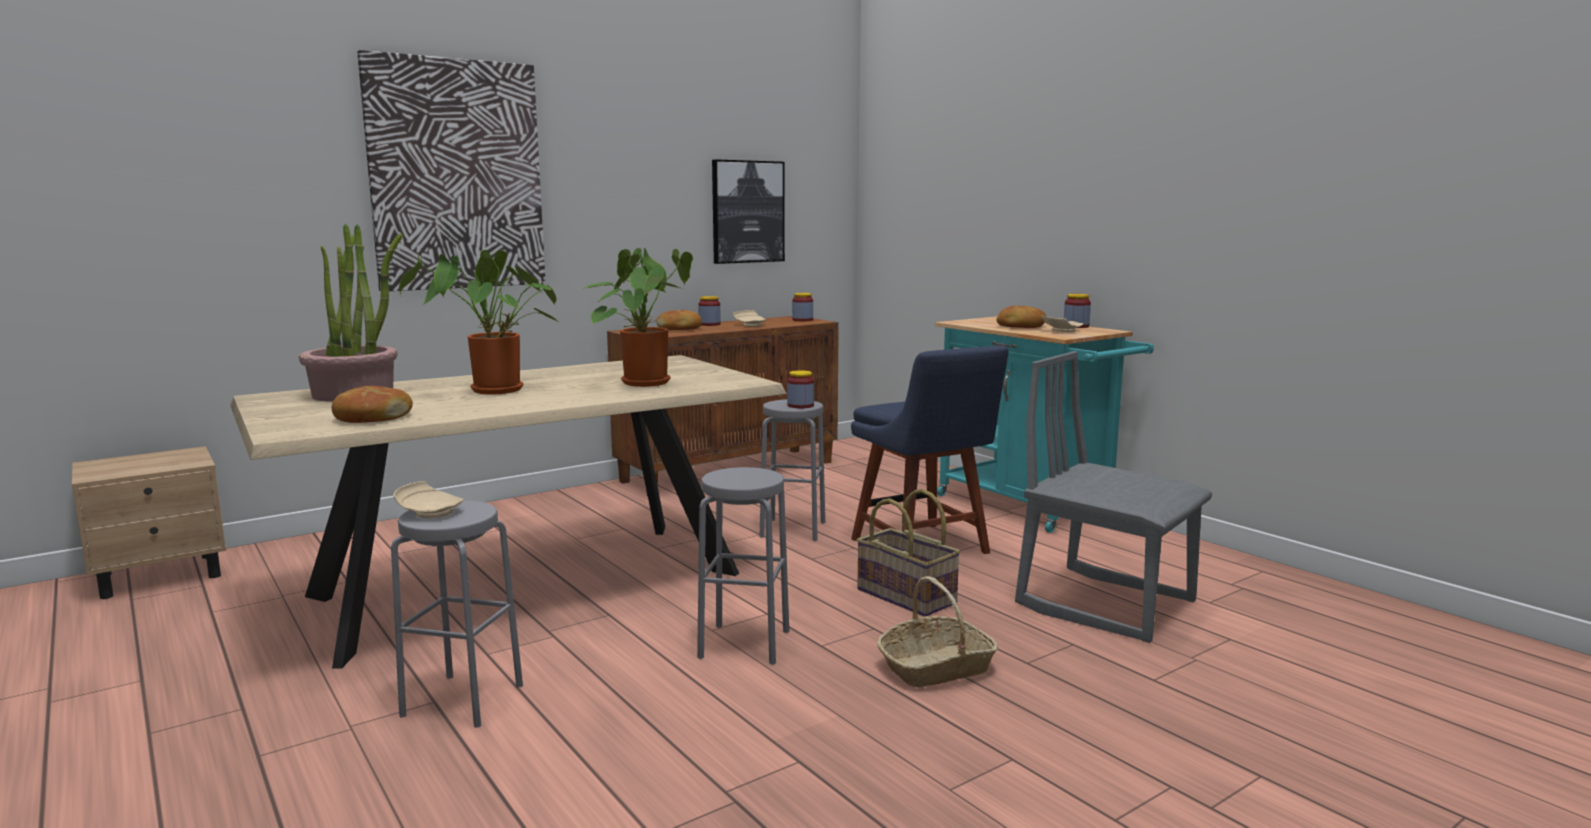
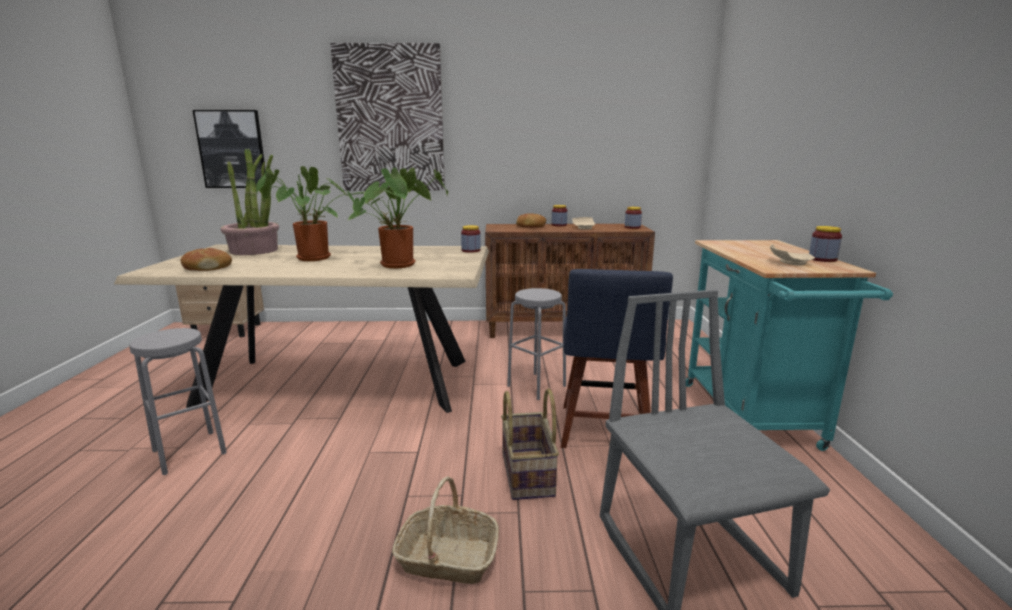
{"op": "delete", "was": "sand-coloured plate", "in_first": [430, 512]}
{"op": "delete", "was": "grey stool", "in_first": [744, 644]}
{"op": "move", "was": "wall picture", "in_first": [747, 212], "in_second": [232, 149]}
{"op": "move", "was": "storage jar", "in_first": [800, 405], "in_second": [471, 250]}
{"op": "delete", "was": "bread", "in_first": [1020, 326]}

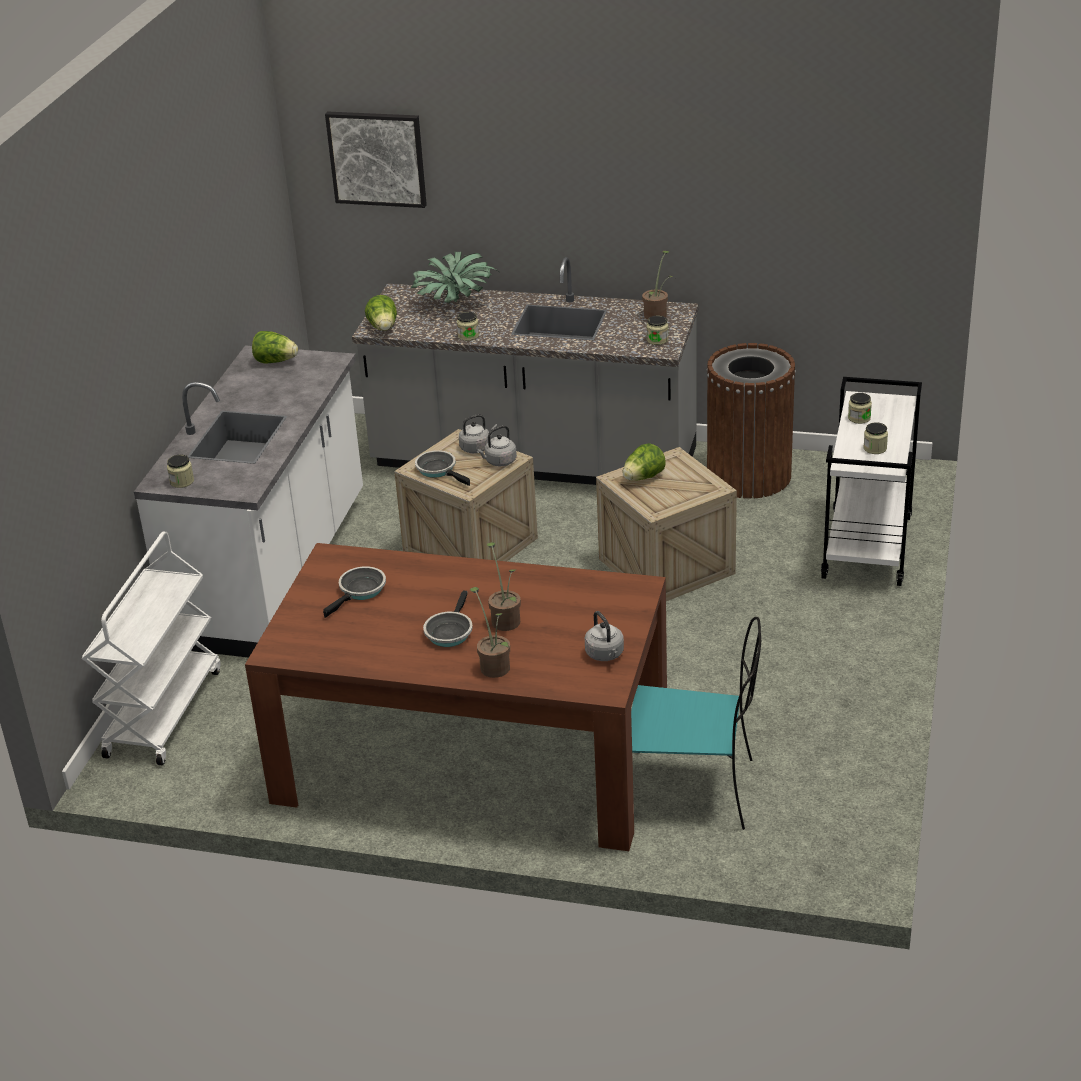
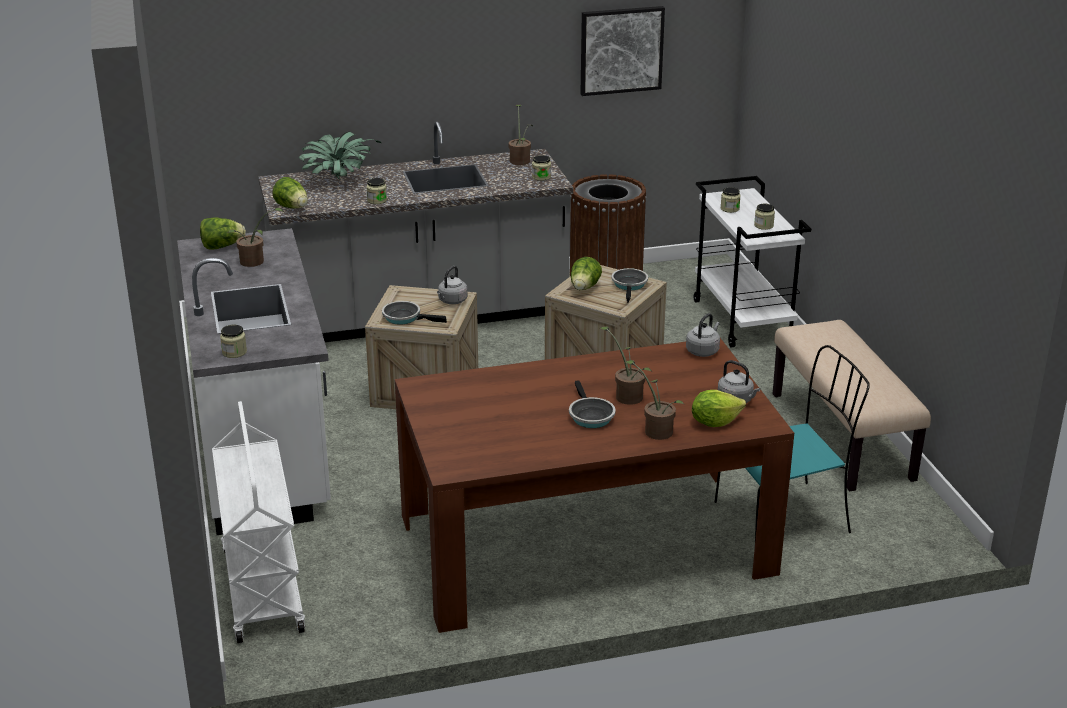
{"op": "move", "was": "frying pan", "in_first": [360, 591], "in_second": [629, 285]}
{"op": "move", "was": "wall picture", "in_first": [377, 158], "in_second": [621, 50]}
{"op": "move", "was": "grey tea kettle", "in_first": [477, 448], "in_second": [703, 351]}
{"op": "insert", "now": "potted plant", "in_second": [255, 262]}
{"op": "insert", "now": "head of lettuce", "in_second": [714, 422]}
{"op": "insert", "now": "sand-coloured bench", "in_second": [842, 436]}

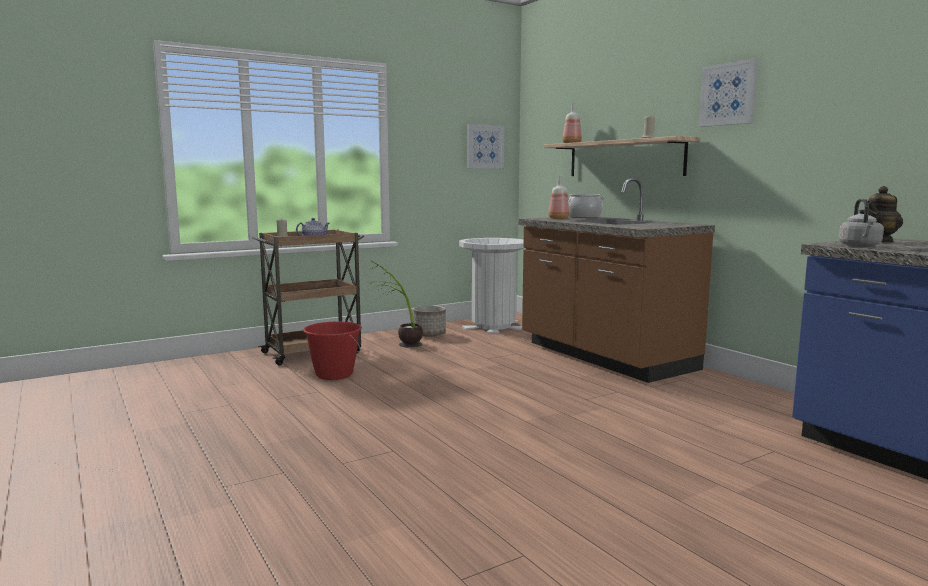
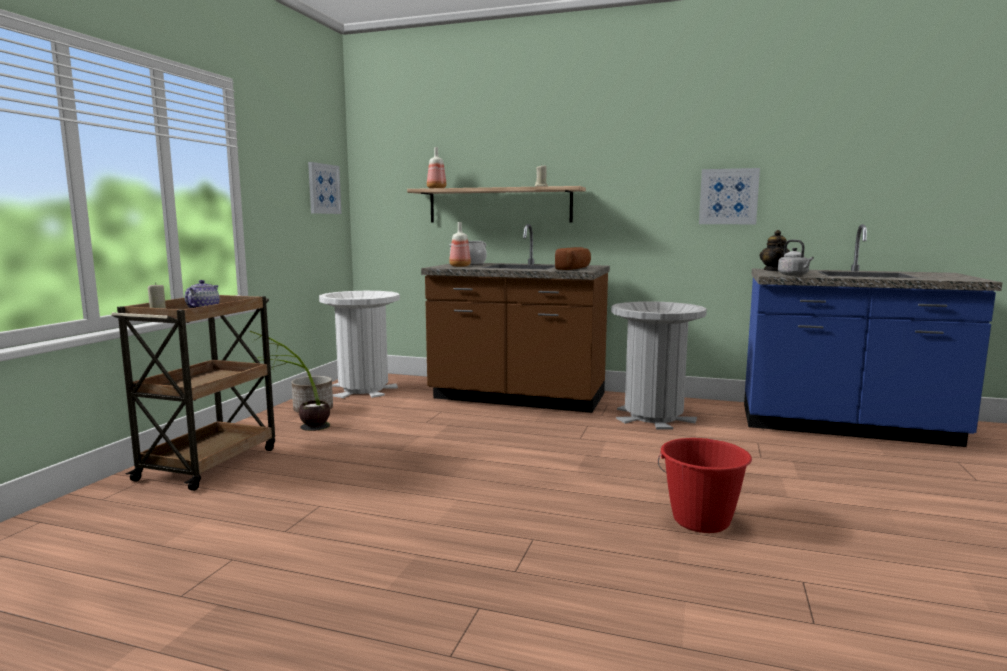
{"op": "move", "was": "reddish water bucket", "in_first": [334, 374], "in_second": [701, 521]}
{"op": "move", "was": "wall picture", "in_first": [728, 94], "in_second": [728, 196]}
{"op": "insert", "now": "bread", "in_second": [575, 269]}
{"op": "insert", "now": "grey rubbish bin", "in_second": [653, 416]}

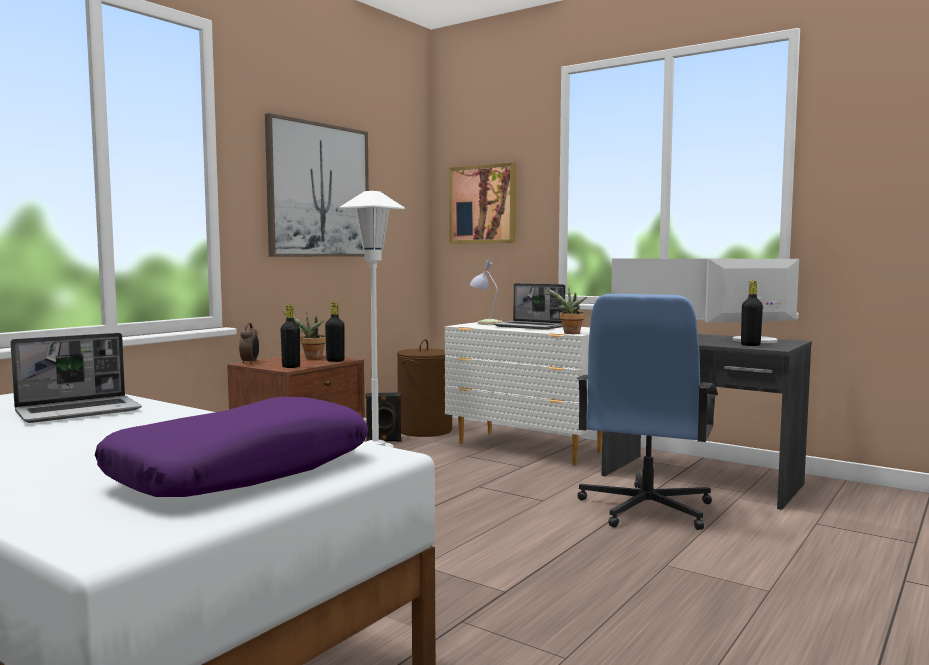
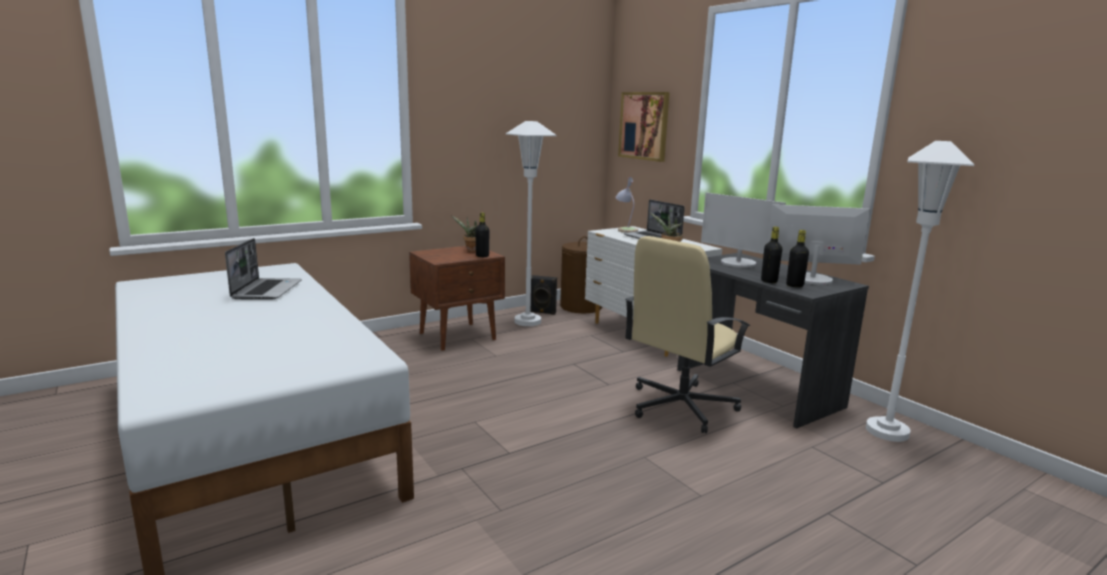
{"op": "rotate", "was": "laptop", "in_first": [80, 411], "in_second": [266, 290], "clockwise": -75}
{"op": "delete", "was": "purplish pillow", "in_first": [242, 470]}
{"op": "delete", "was": "bedside clock", "in_first": [250, 363]}
{"op": "delete", "was": "wall picture", "in_first": [318, 190]}
{"op": "move", "was": "black-coloured beverage bottle", "in_first": [291, 367], "in_second": [769, 281]}
{"op": "recolor", "was": "blue-coloured desk chair", "now": "sand-coloured desk chair", "in_first": [645, 509], "in_second": [680, 406]}
{"op": "insert", "now": "whitish standing lamp", "in_second": [886, 431]}

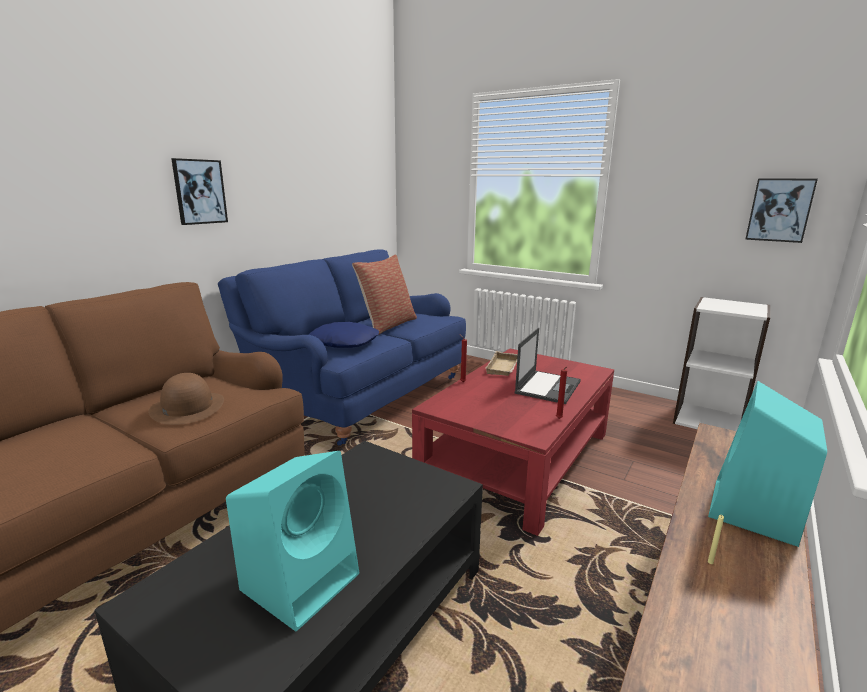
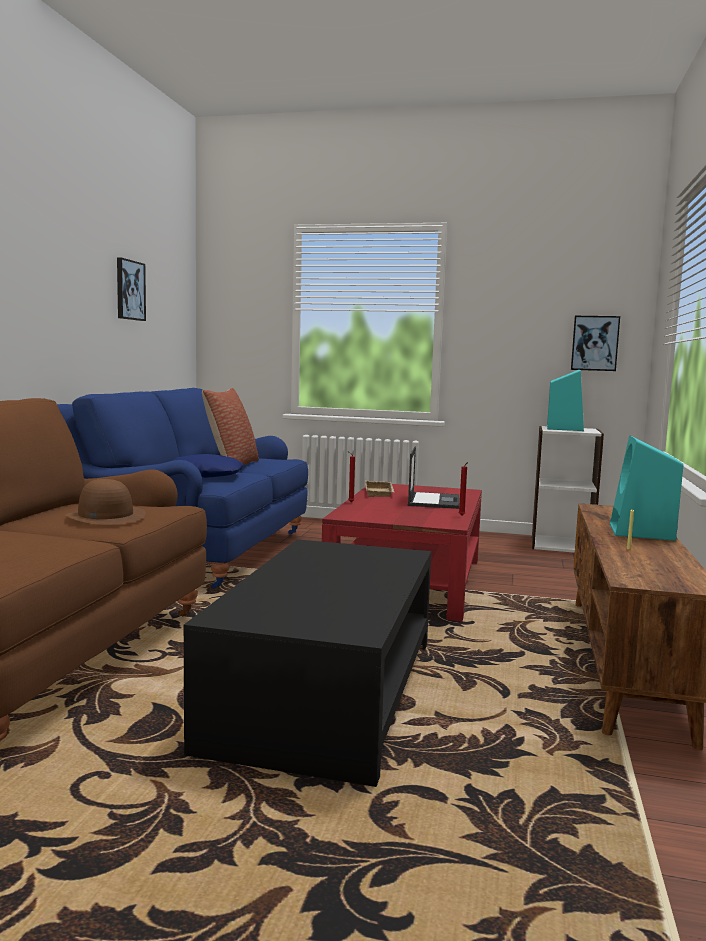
{"op": "move", "was": "wall picture", "in_first": [199, 192], "in_second": [129, 290]}
{"op": "move", "was": "blue-green loudspeaker", "in_first": [302, 579], "in_second": [564, 428]}

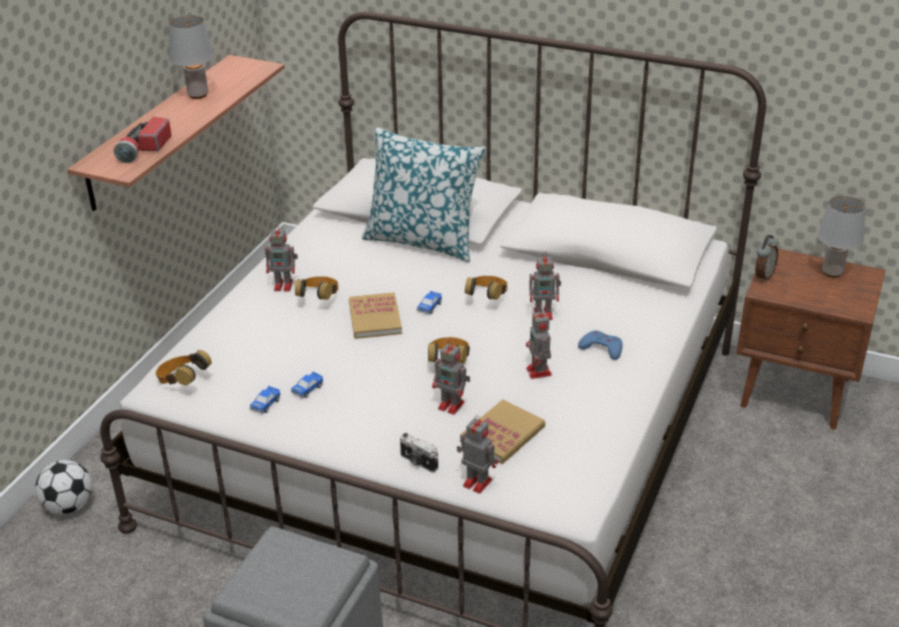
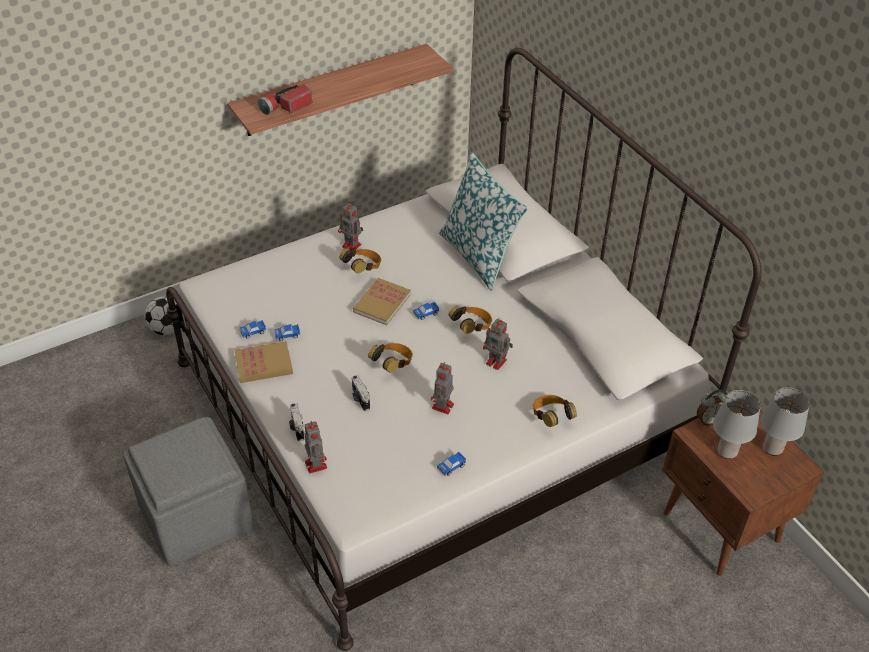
{"op": "move", "was": "pair of headphones", "in_first": [183, 381], "in_second": [551, 418]}
{"op": "move", "was": "grey lamp for a table", "in_first": [198, 95], "in_second": [726, 452]}
{"op": "replace", "was": "robot figure", "now": "photo camera", "in_first": [452, 406], "in_second": [360, 399]}
{"op": "move", "was": "book", "in_first": [502, 434], "in_second": [264, 364]}
{"op": "delete", "was": "blue-coloured joypad", "in_first": [601, 348]}
{"op": "insert", "now": "model car", "in_second": [451, 466]}

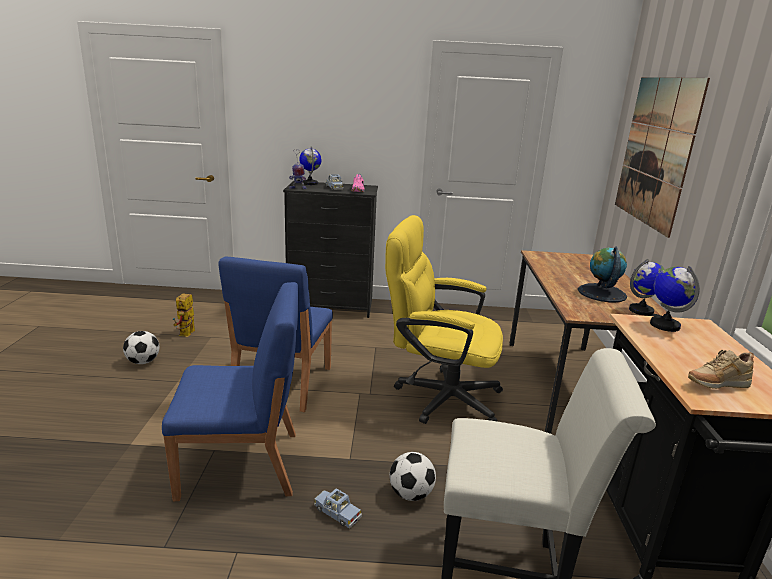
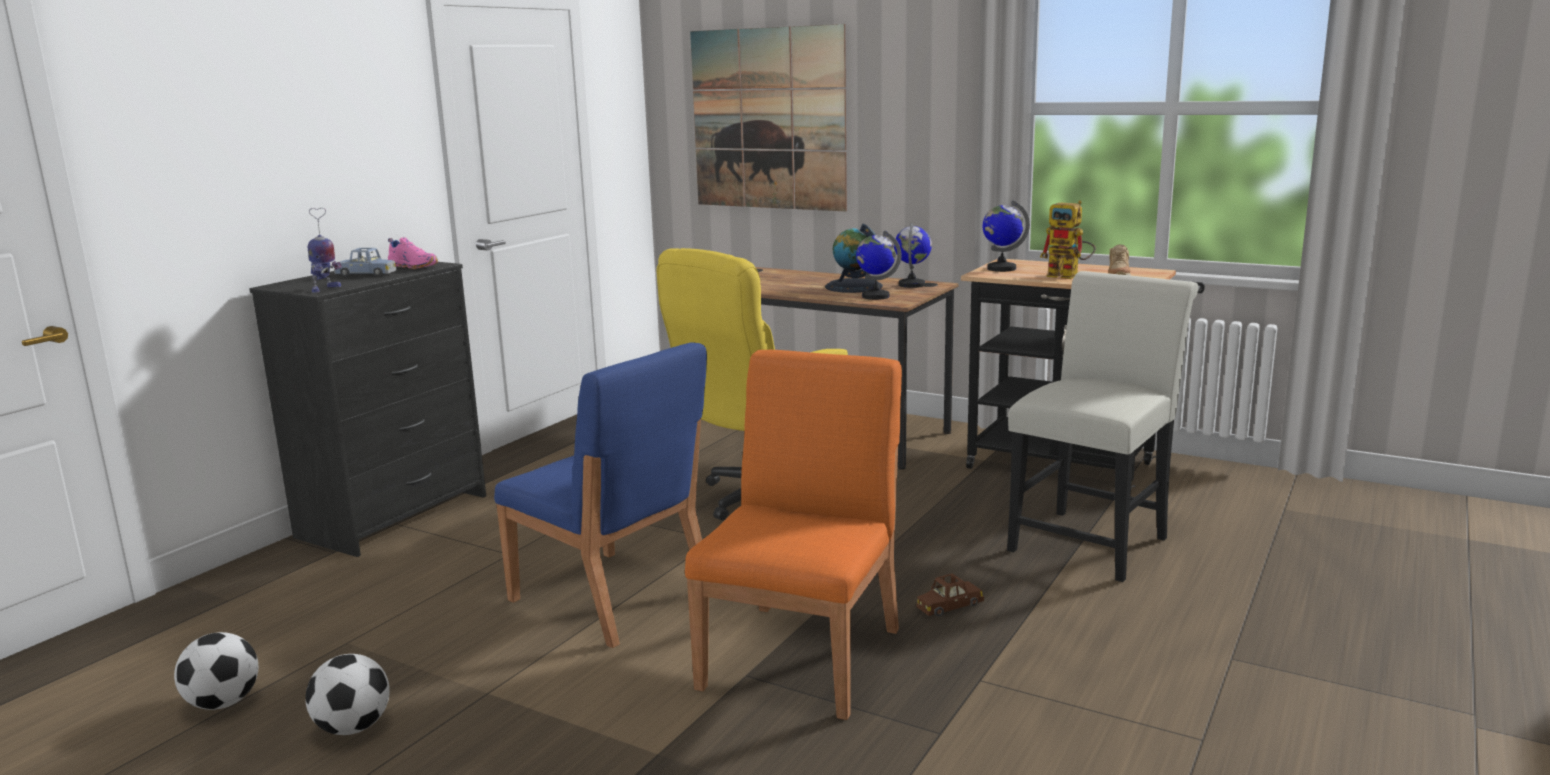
{"op": "recolor", "was": "blue-coloured chair", "now": "orange chair", "in_first": [242, 465], "in_second": [803, 656]}
{"op": "move", "was": "robot figure", "in_first": [186, 335], "in_second": [1069, 276]}
{"op": "move", "was": "desk globe", "in_first": [310, 183], "in_second": [875, 296]}
{"op": "recolor", "was": "blue-coloured model car", "now": "brown-coloured model car", "in_first": [337, 513], "in_second": [949, 606]}
{"op": "move", "was": "ball for football", "in_first": [411, 494], "in_second": [223, 703]}

